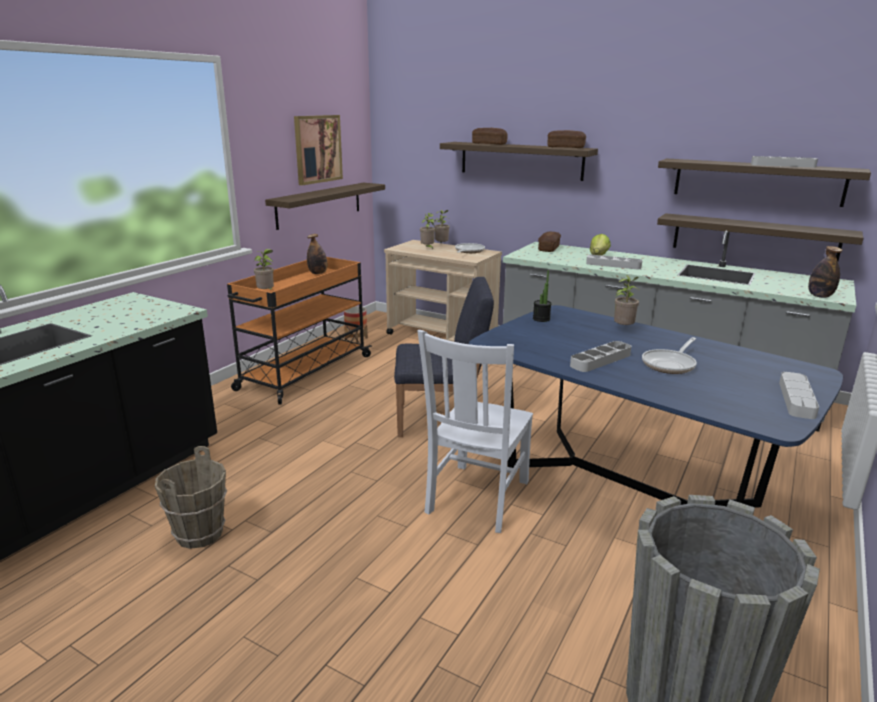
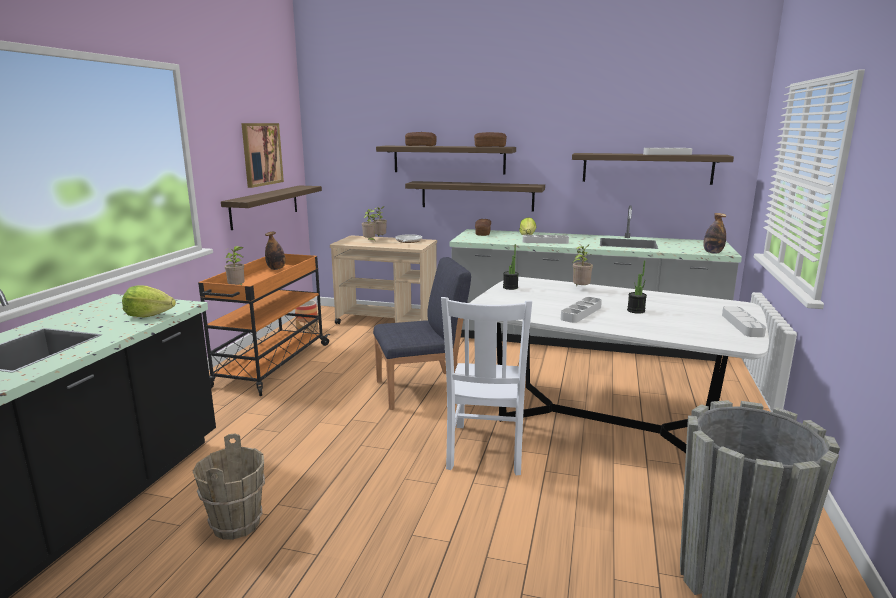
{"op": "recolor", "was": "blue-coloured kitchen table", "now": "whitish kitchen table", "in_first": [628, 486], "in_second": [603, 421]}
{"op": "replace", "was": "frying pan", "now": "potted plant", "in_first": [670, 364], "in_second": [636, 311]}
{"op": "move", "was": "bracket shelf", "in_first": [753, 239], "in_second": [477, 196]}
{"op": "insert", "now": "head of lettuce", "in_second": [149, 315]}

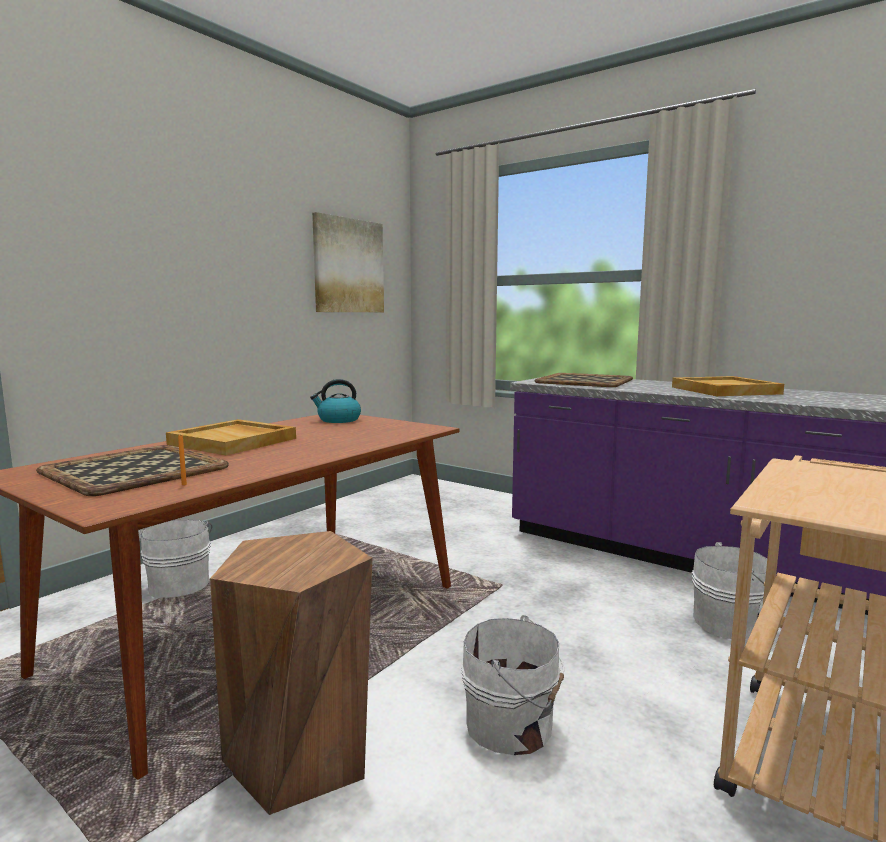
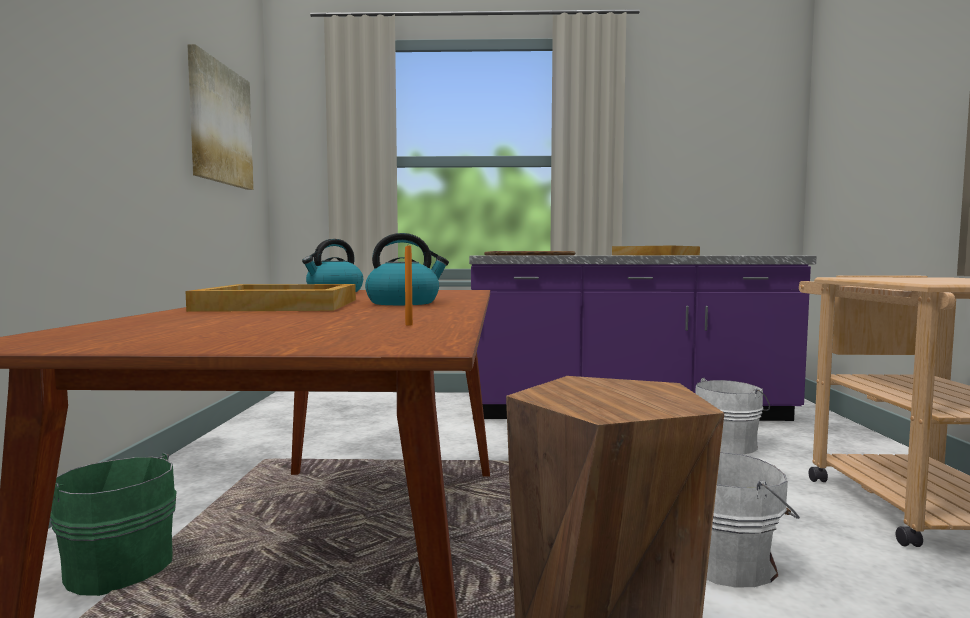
{"op": "delete", "was": "serving tray", "in_first": [132, 470]}
{"op": "recolor", "was": "whitish water bucket", "now": "green water bucket", "in_first": [179, 584], "in_second": [118, 567]}
{"op": "insert", "now": "tea kettle", "in_second": [404, 303]}

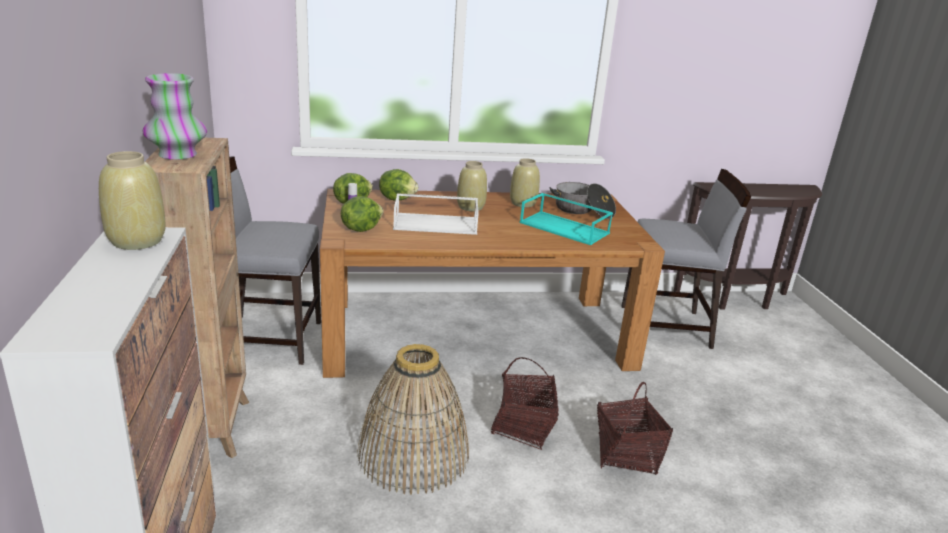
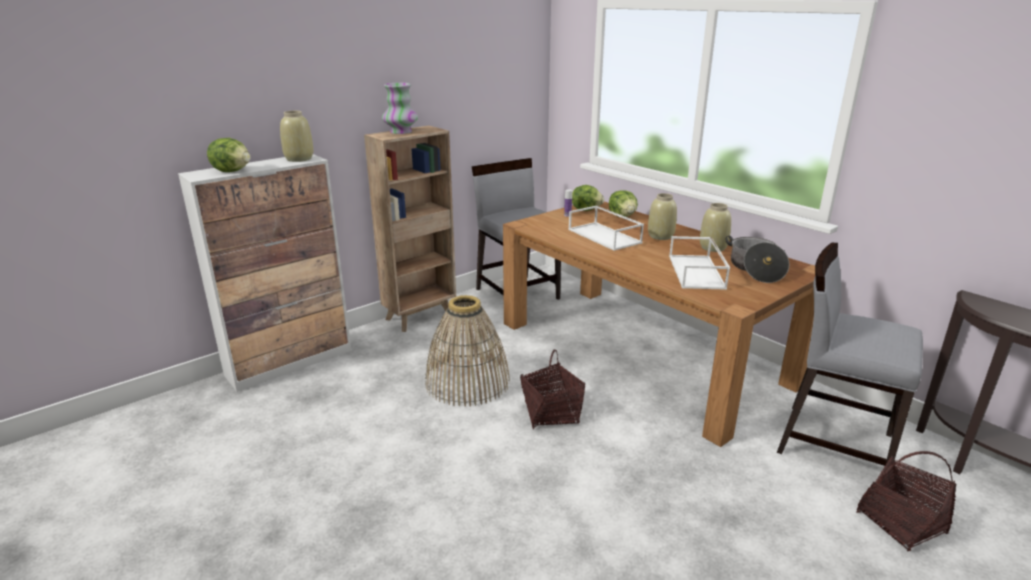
{"op": "move", "was": "head of lettuce", "in_first": [361, 229], "in_second": [232, 171]}
{"op": "recolor", "was": "blue-green serving tray", "now": "whitish serving tray", "in_first": [565, 228], "in_second": [697, 272]}
{"op": "move", "was": "basket", "in_first": [626, 454], "in_second": [901, 523]}
{"op": "rotate", "was": "grey chair", "in_first": [666, 327], "in_second": [833, 442], "clockwise": 150}

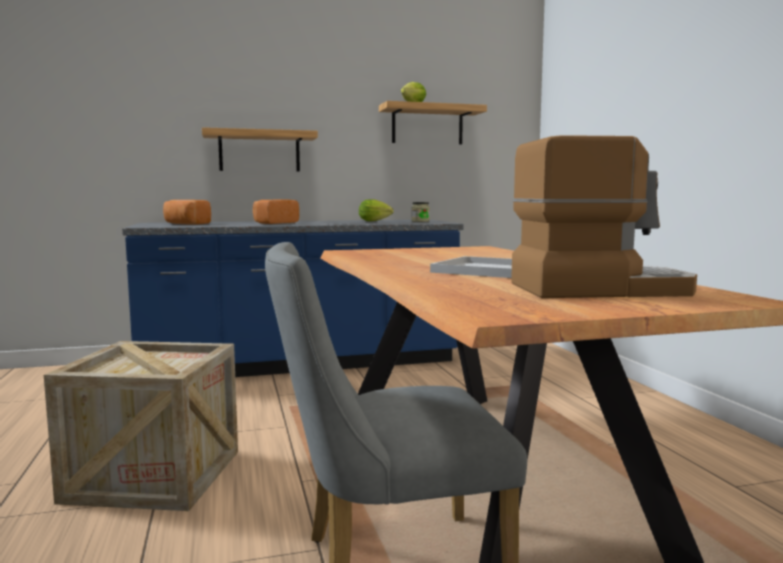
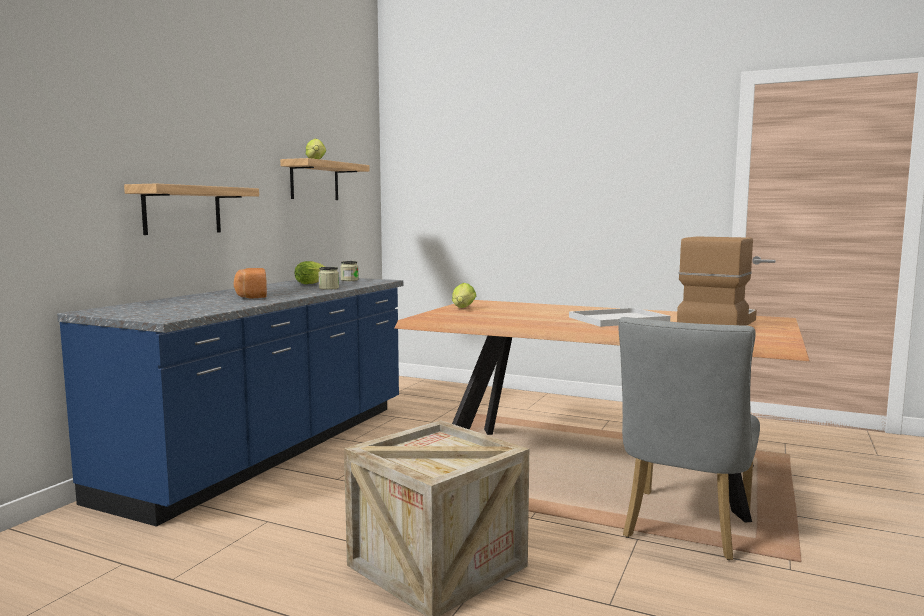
{"op": "delete", "was": "bread", "in_first": [185, 224]}
{"op": "insert", "now": "storage jar", "in_second": [329, 288]}
{"op": "insert", "now": "head of lettuce", "in_second": [463, 308]}

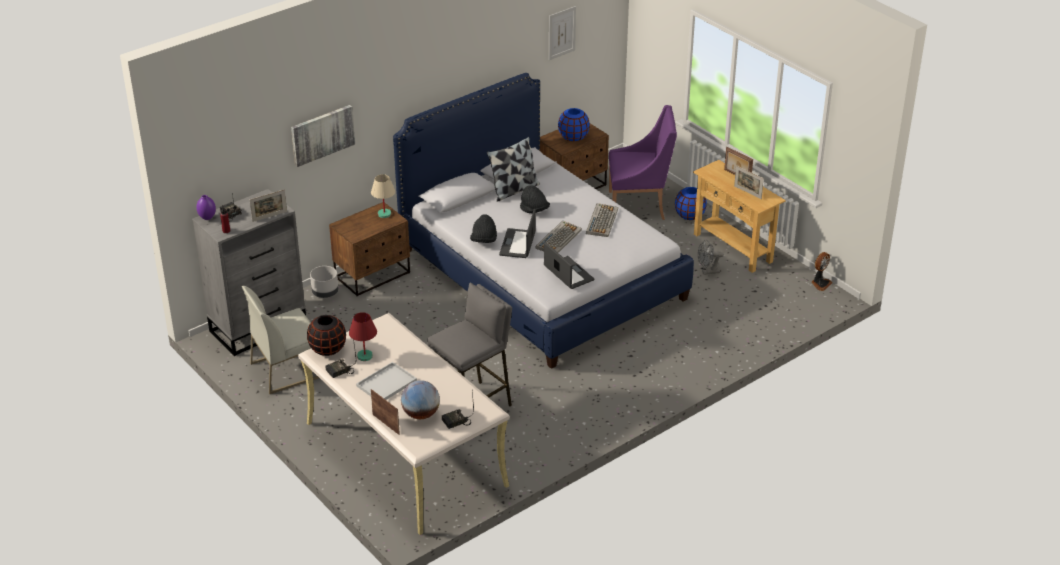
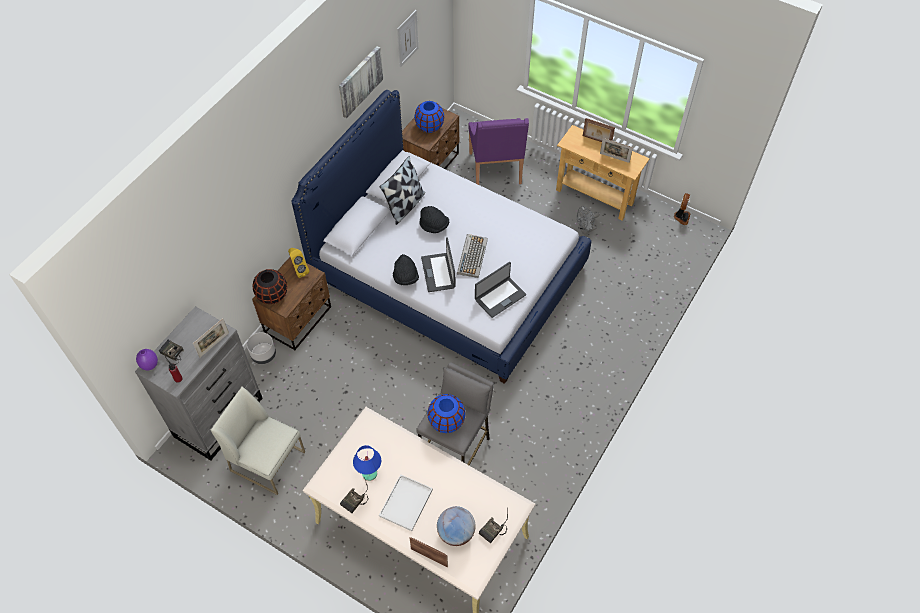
{"op": "rotate", "was": "whitish chair", "in_first": [287, 369], "in_second": [268, 461], "clockwise": 75}
{"op": "move", "was": "wall picture", "in_first": [322, 134], "in_second": [360, 81]}
{"op": "move", "was": "black-coloured flower vase", "in_first": [327, 349], "in_second": [272, 295]}
{"op": "recolor", "was": "reddish lamp for a table", "now": "blue-coloured lamp for a table", "in_first": [364, 356], "in_second": [369, 473]}
{"op": "replace", "was": "sand-coloured lamp for a table", "now": "yellow loudspeaker", "in_first": [384, 214], "in_second": [299, 270]}
{"op": "rotate", "was": "laptop", "in_first": [568, 273], "in_second": [499, 297], "clockwise": 105}
{"op": "delete", "was": "PC keyboard", "in_first": [601, 221]}
{"op": "rotate", "was": "purplish lounge chair", "in_first": [639, 205], "in_second": [496, 170], "clockwise": 105}
{"op": "move", "was": "blue-coloured flower vase", "in_first": [689, 215], "in_second": [446, 421]}

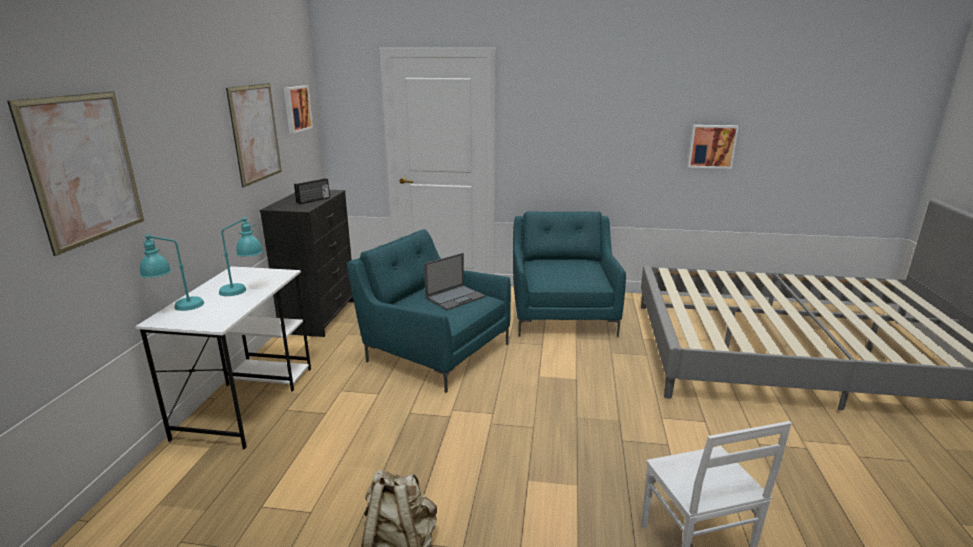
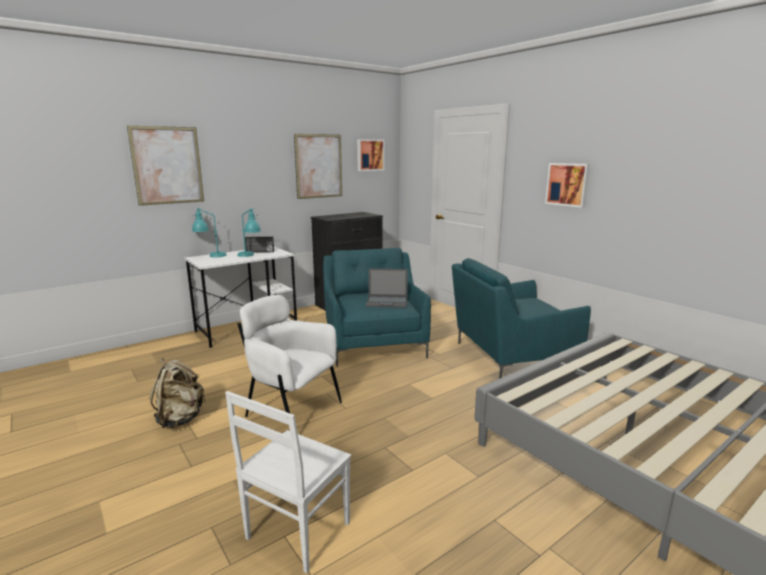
{"op": "move", "was": "radio receiver", "in_first": [313, 200], "in_second": [260, 252]}
{"op": "rotate", "was": "blue-green lounge chair", "in_first": [563, 314], "in_second": [510, 356], "clockwise": -150}
{"op": "move", "was": "wall picture", "in_first": [711, 146], "in_second": [568, 184]}
{"op": "insert", "now": "whitish lounge chair", "in_second": [291, 412]}

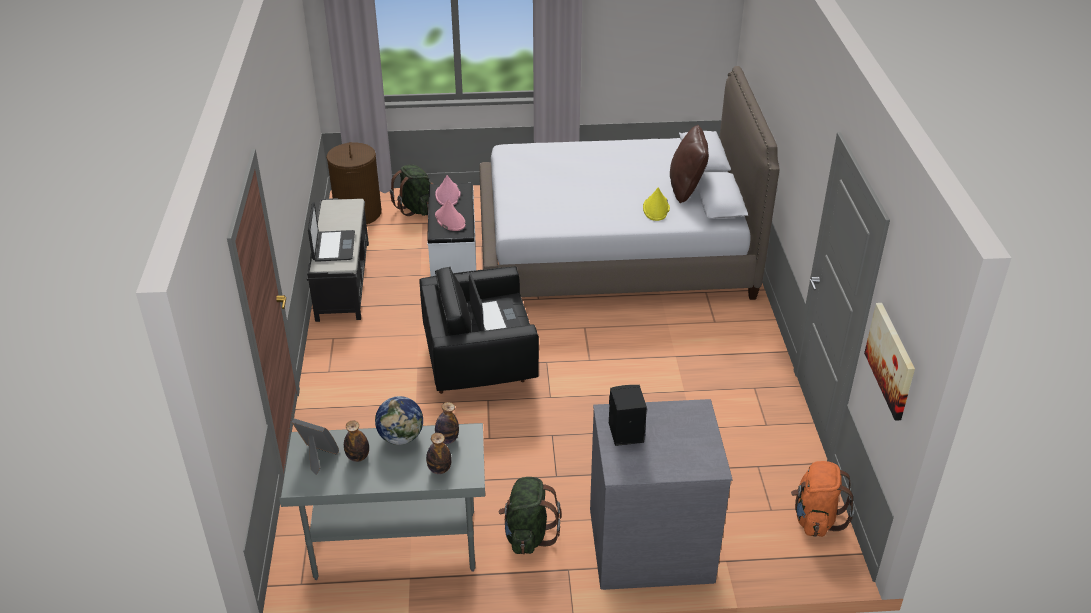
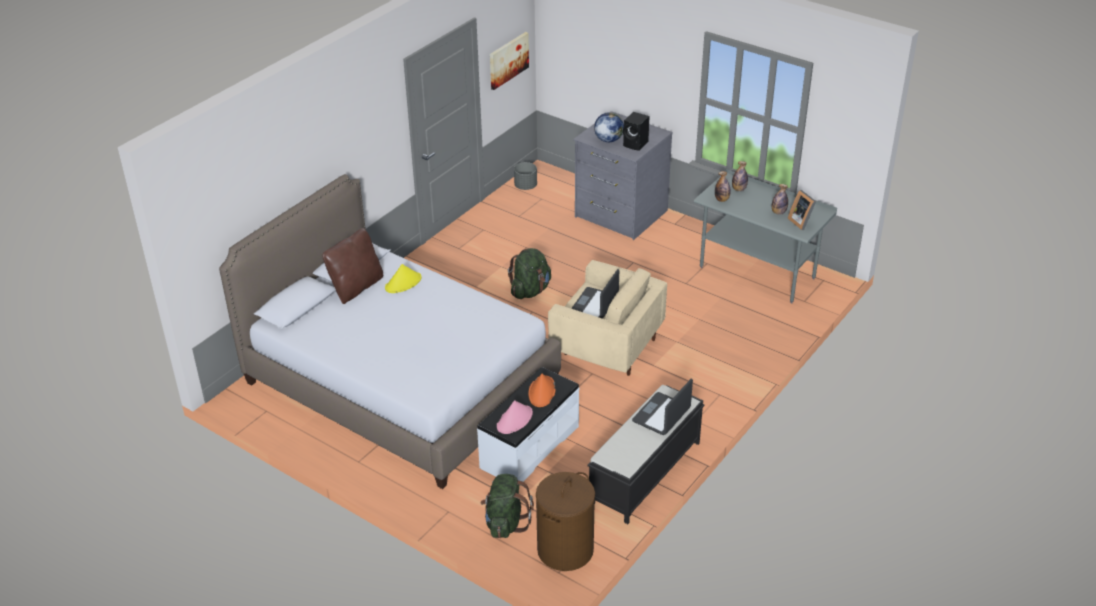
{"op": "move", "was": "desk globe", "in_first": [401, 437], "in_second": [608, 140]}
{"op": "recolor", "was": "black-coloured lounge chair", "now": "sand-coloured lounge chair", "in_first": [479, 363], "in_second": [607, 346]}
{"op": "recolor", "was": "pink-coloured clothing hat", "now": "orange clothing hat", "in_first": [450, 220], "in_second": [542, 392]}
{"op": "move", "was": "green knapsack", "in_first": [528, 535], "in_second": [530, 291]}
{"op": "replace", "was": "orange knapsack", "now": "grey plant pot", "in_first": [815, 518], "in_second": [525, 186]}

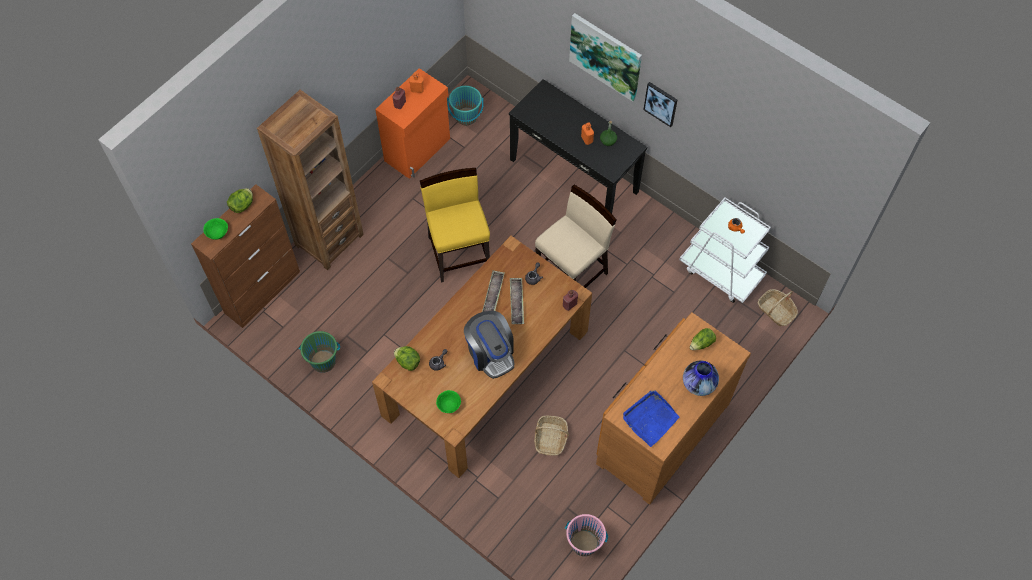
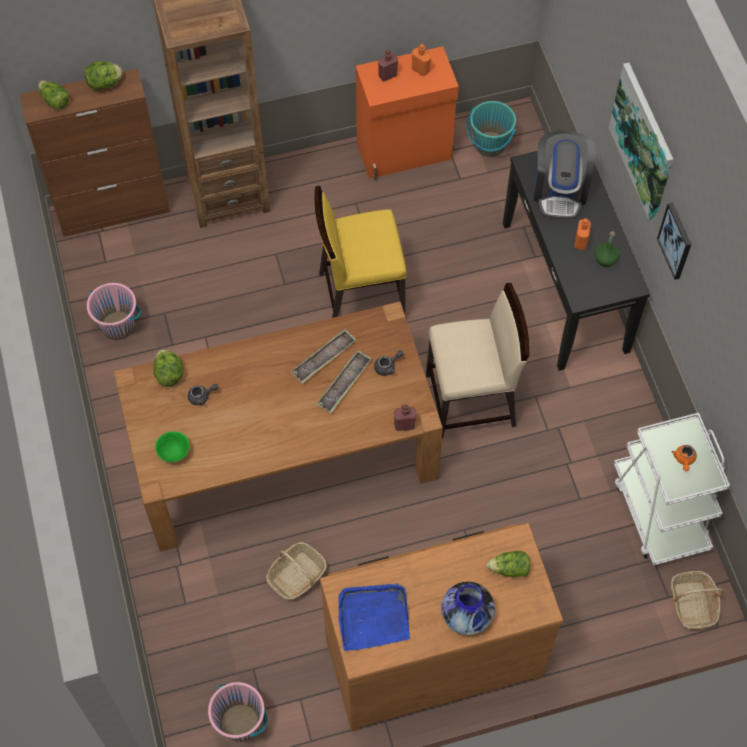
{"op": "replace", "was": "green deep dish", "now": "head of lettuce", "in_first": [218, 234], "in_second": [54, 100]}
{"op": "recolor", "was": "green water bucket", "now": "pink-coloured water bucket", "in_first": [323, 361], "in_second": [118, 325]}
{"op": "rotate", "was": "yellow chair", "in_first": [459, 252], "in_second": [360, 296], "clockwise": -120}
{"op": "move", "was": "coffee maker", "in_first": [490, 353], "in_second": [560, 190]}

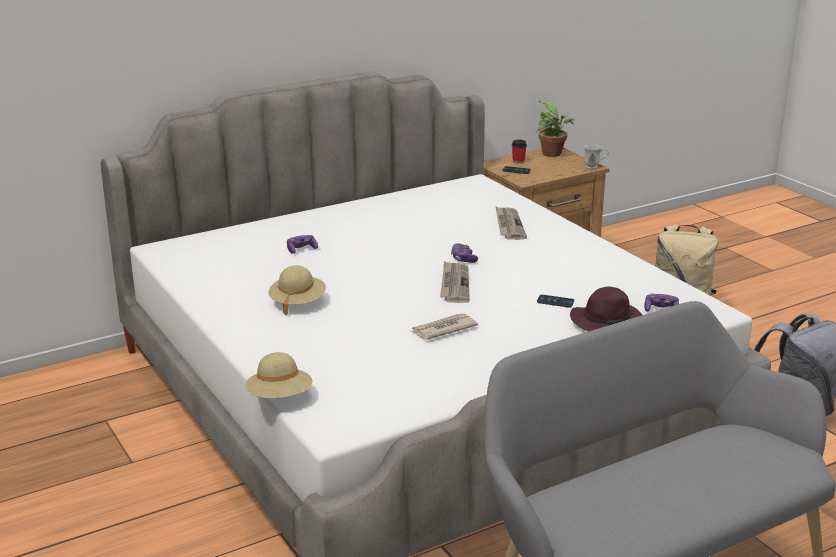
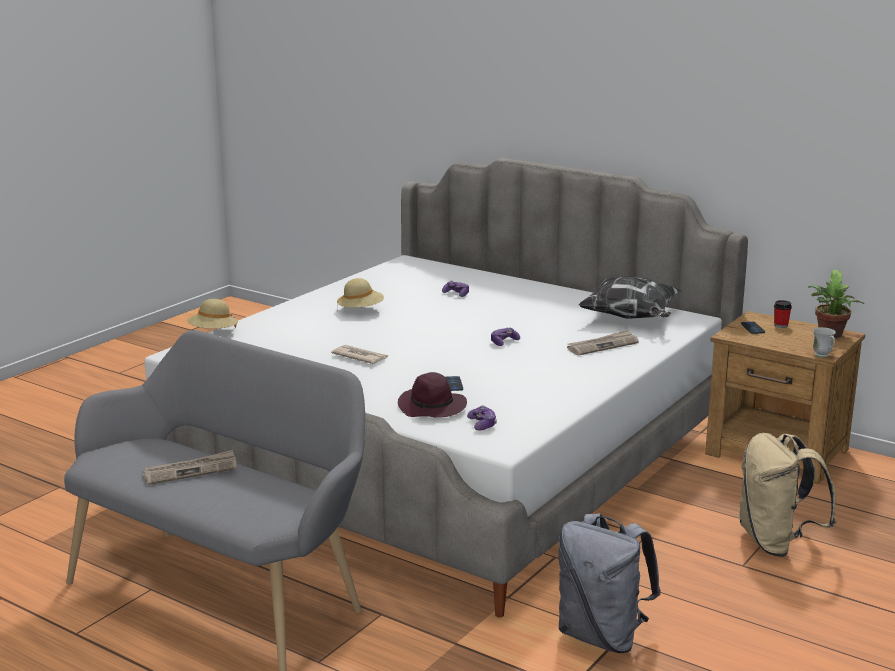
{"op": "move", "was": "printed paper", "in_first": [454, 284], "in_second": [191, 471]}
{"op": "insert", "now": "pillow", "in_second": [631, 318]}

